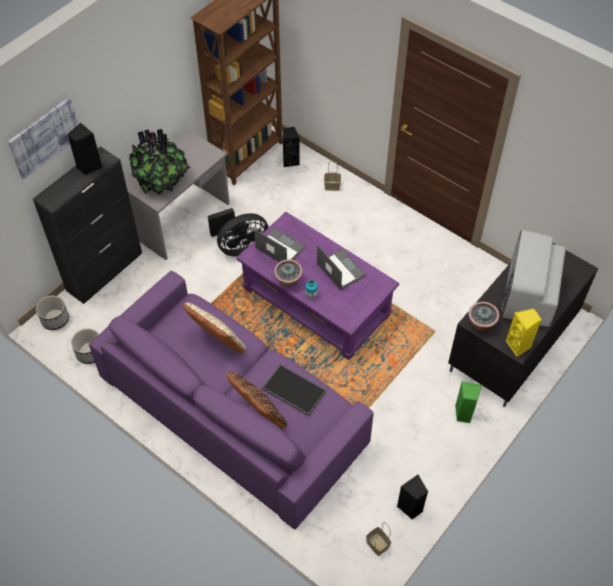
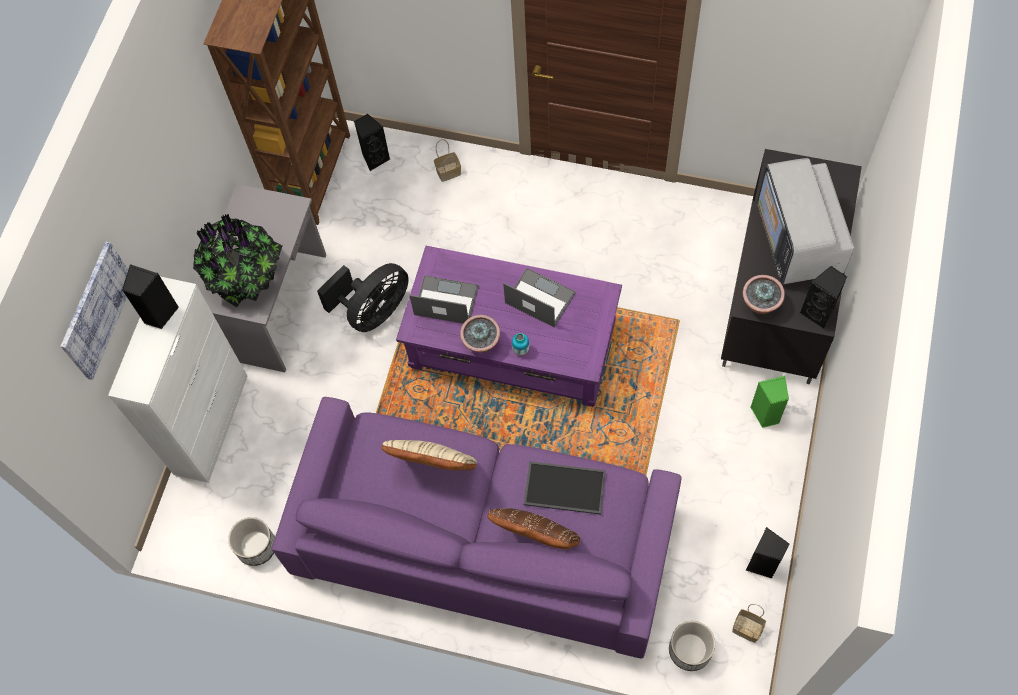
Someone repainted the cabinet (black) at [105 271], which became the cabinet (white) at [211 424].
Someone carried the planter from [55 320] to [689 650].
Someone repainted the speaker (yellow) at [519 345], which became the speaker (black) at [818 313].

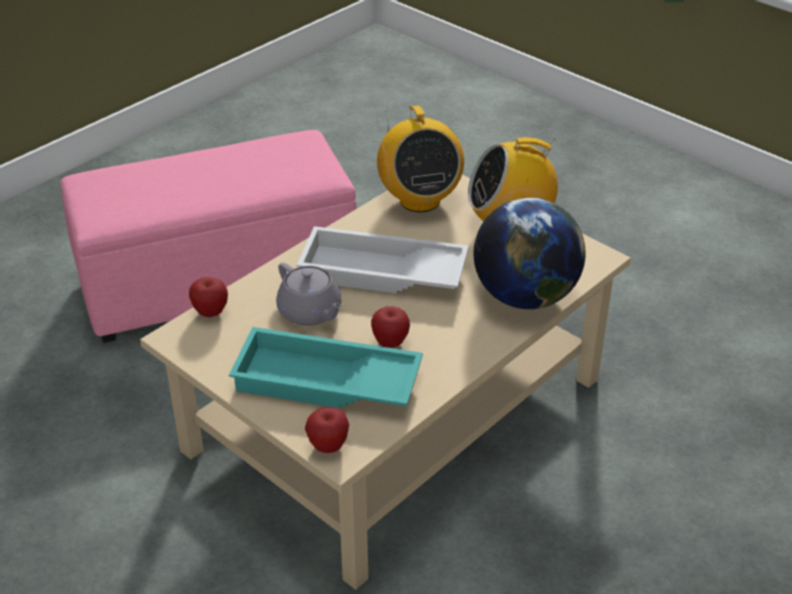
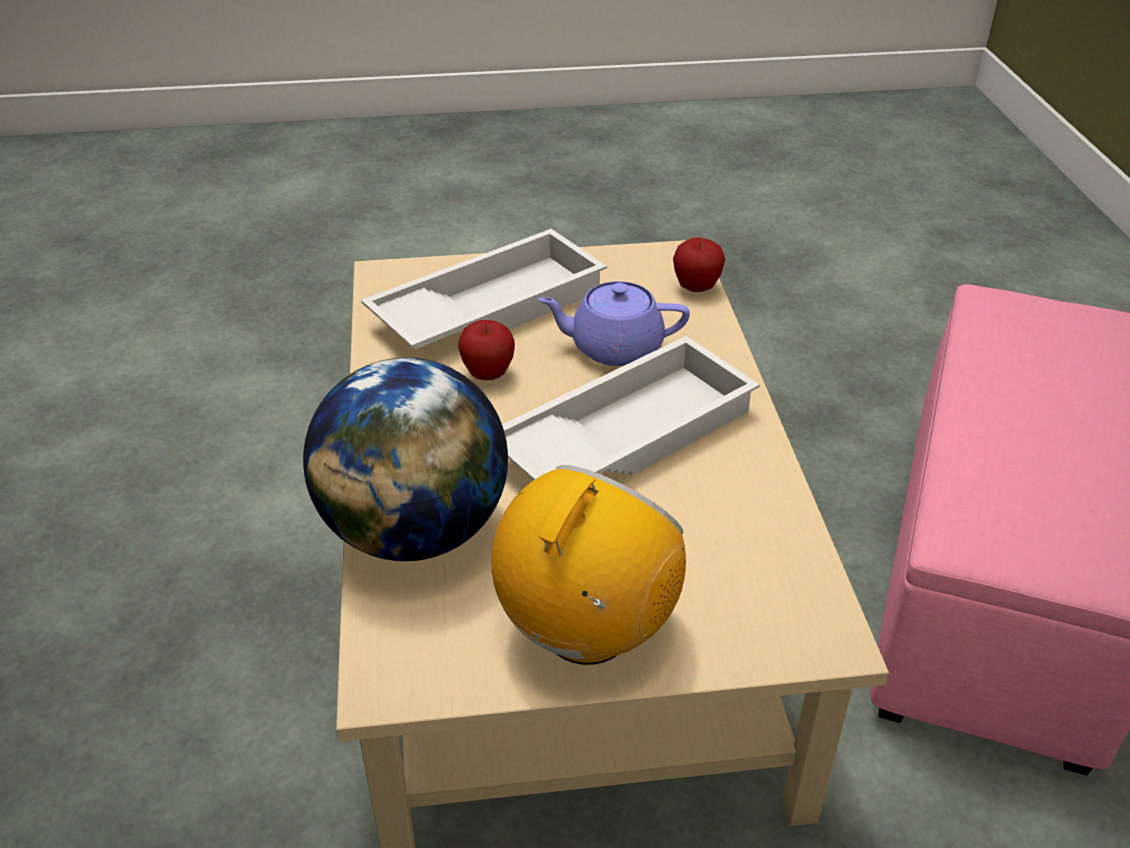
Someone took away the radio at [419 200].
Someone repainted the teapot (grey) at [310 312], which became the teapot (purple) at [614 347].
Someone repainted the tray (turquoise) at [325 383], which became the tray (white) at [488 307].
Someone took away the apple at [328 446].

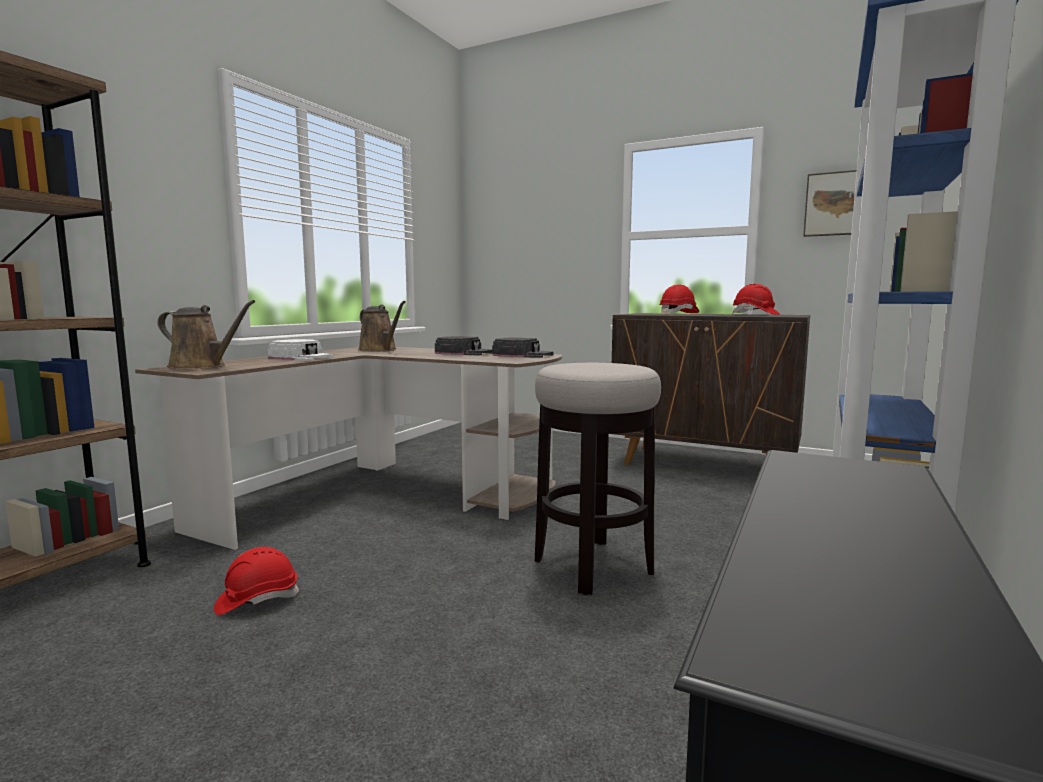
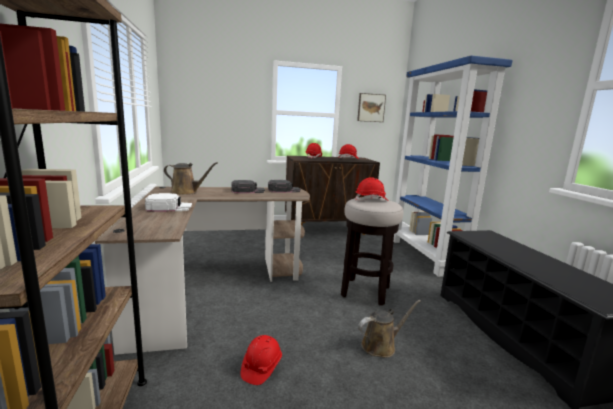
Someone carried the watering can (brown) from [202 366] to [381 345].
Someone put down the hard hat (red) at [371 200].

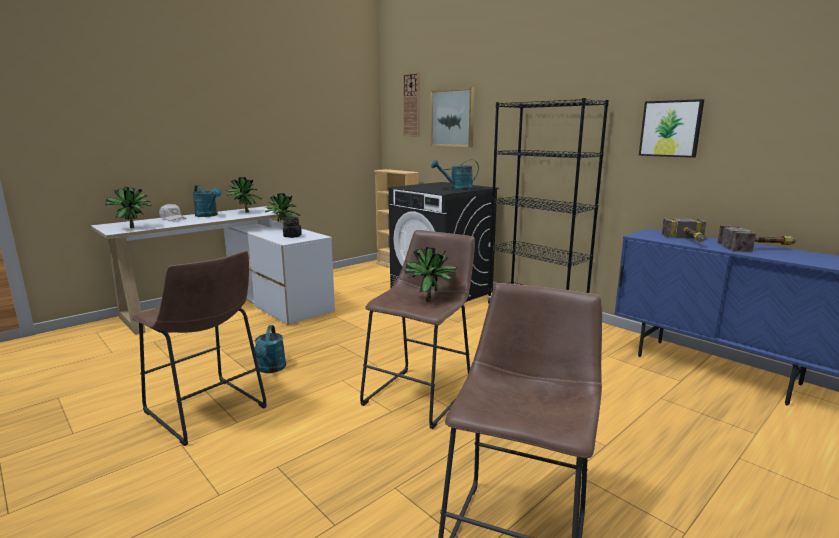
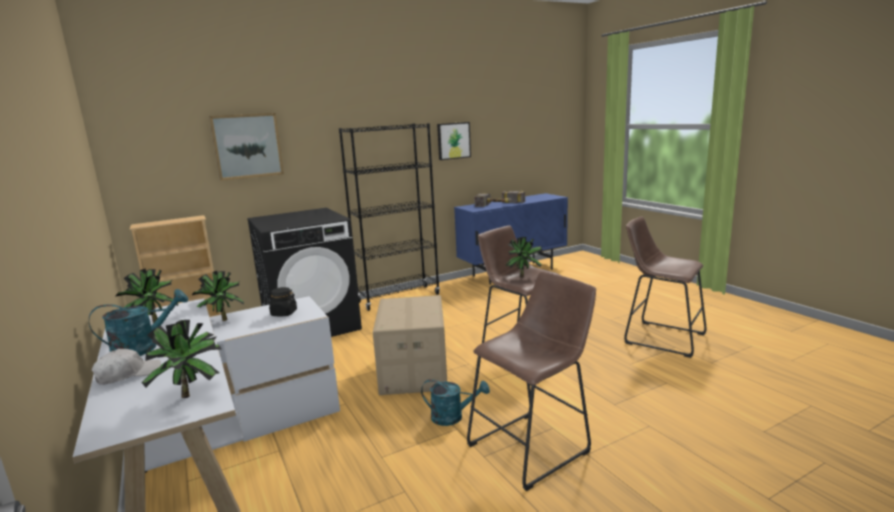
Someone took away the wall clock at [411 105].
Someone took away the watering can (turquoise) at [457 189].
Someone put down the cardboard box at [413 371].

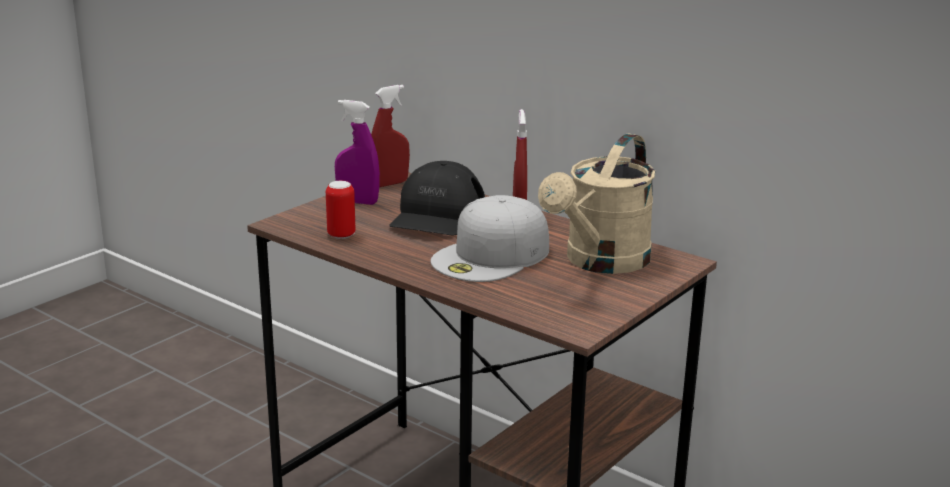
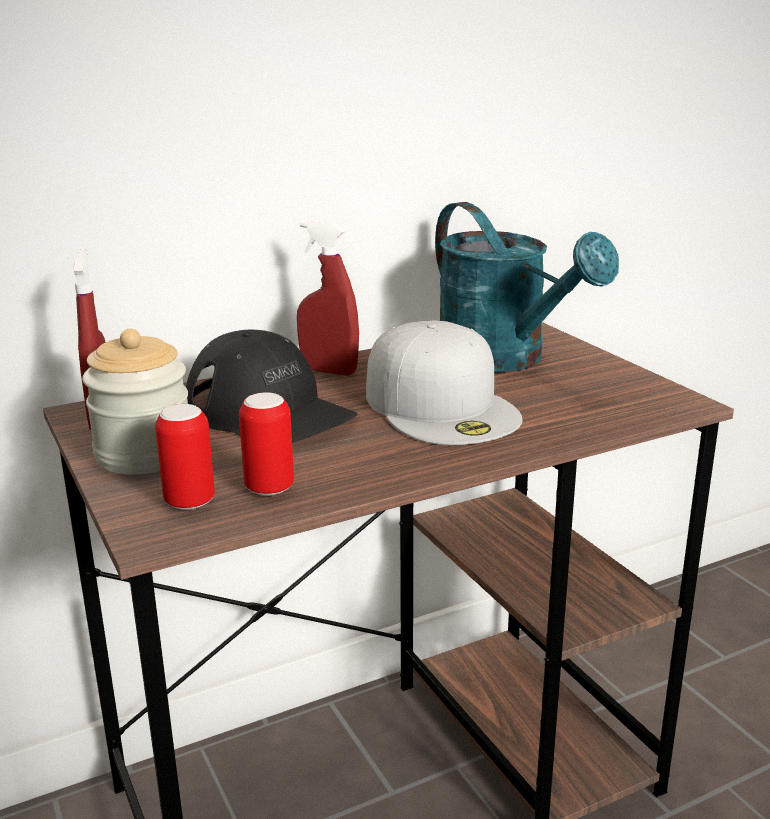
Someone swapped the spray bottle (purple) at [357 202] for the jar at [144 454].
Someone repainted the watering can (beige) at [600 262], which became the watering can (turquoise) at [505 360].
Someone put down the can at [189 502].

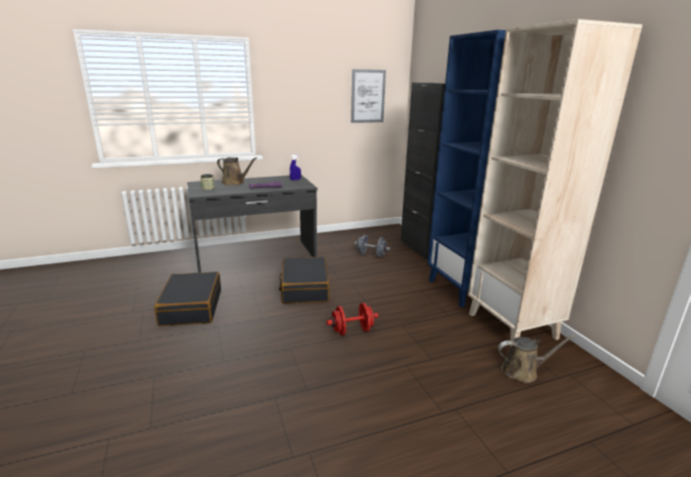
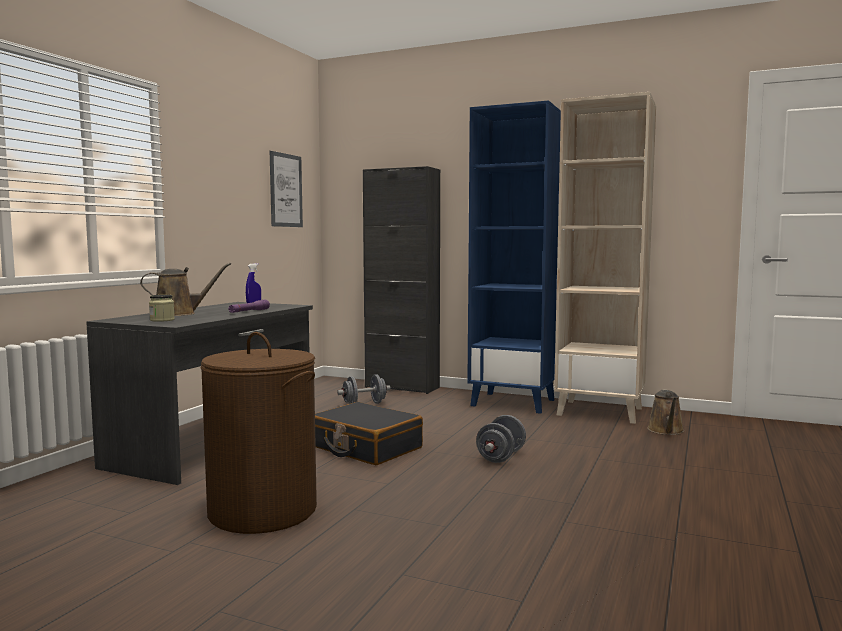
Someone swapped the suitcase (black) at [191 307] for the laundry basket (brown) at [263 511].
Someone repainted the dumbbell (red) at [352 331], which became the dumbbell (grey) at [501 457].
Someone rotated the watering can (brown) at [522 371] by 150 degrees clockwise.

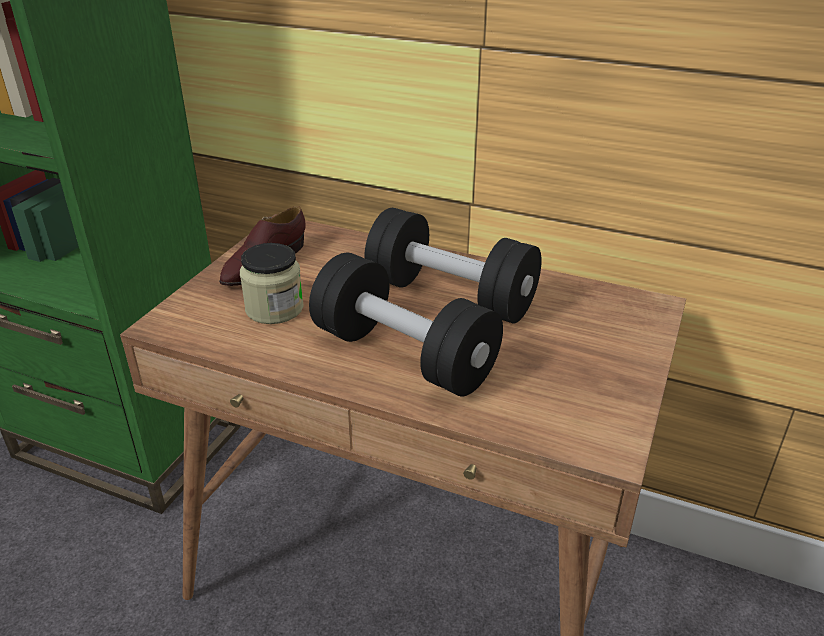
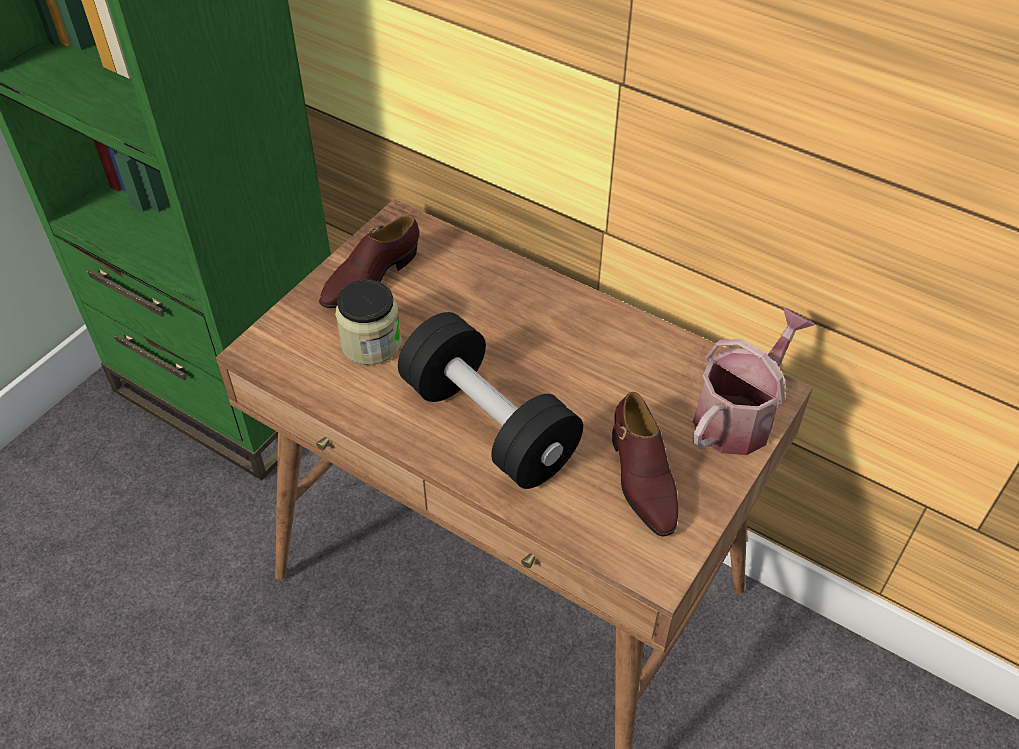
Someone took away the dumbbell (black) at [450 296].
Someone put down the watering can at [739 416].
Someone put down the shoe (brown) at [641 479].

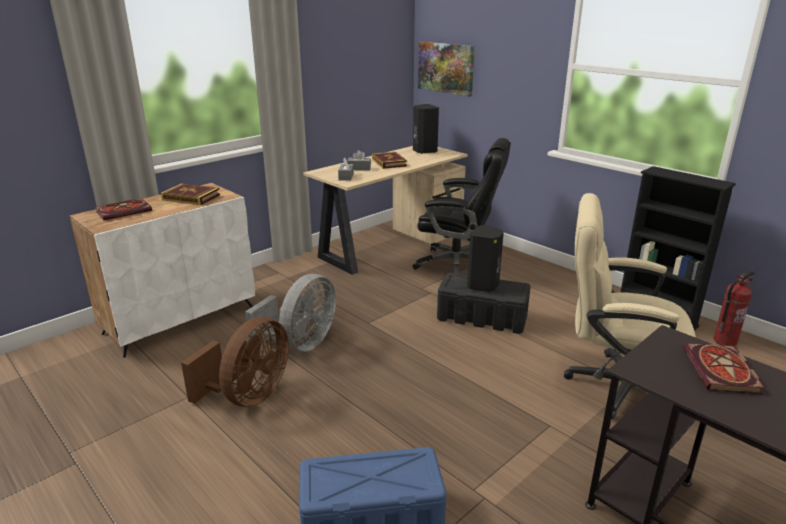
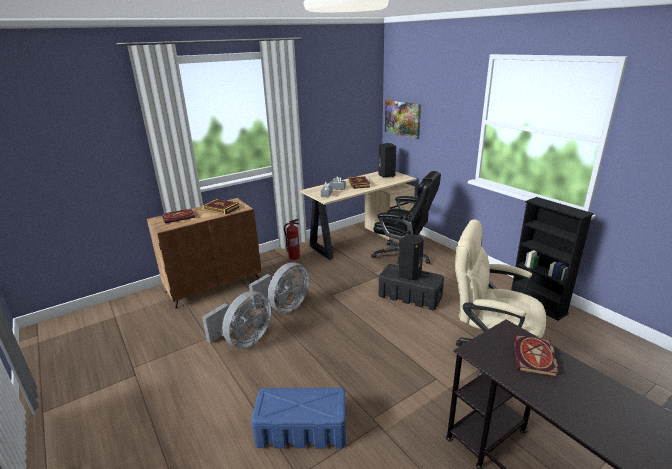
Someone repainted the cabinet (white) at [181 319], which became the cabinet (brown) at [214 285].
Someone carried the fire extinguisher from [724 341] to [294 257].
Someone repainted the fan (brown) at [248 396], which became the fan (grey) at [244 340].

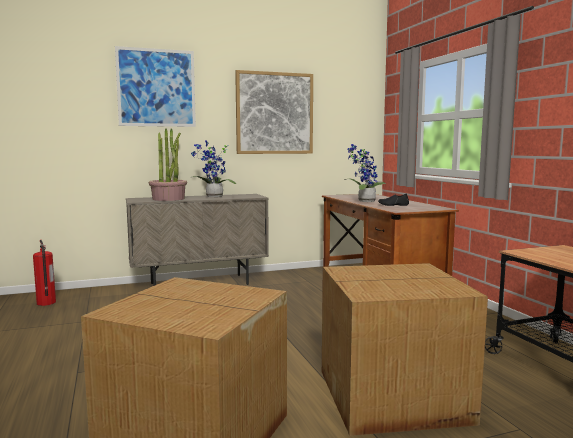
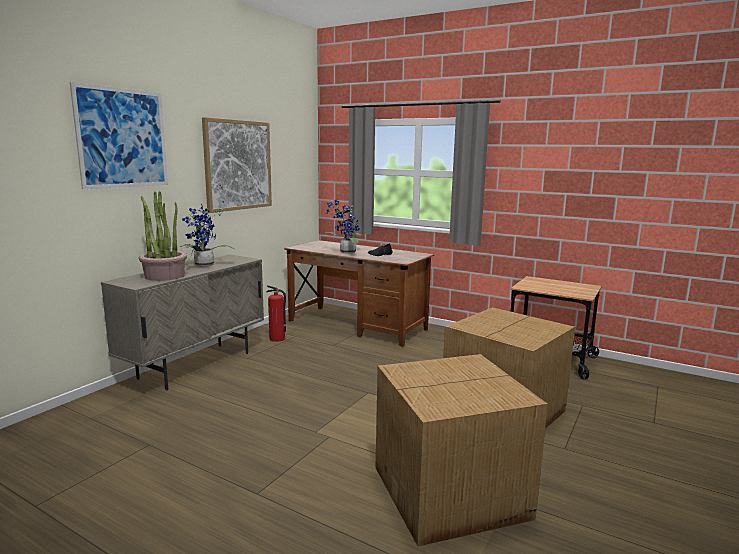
Someone carried the fire extinguisher from [46 303] to [277 339].

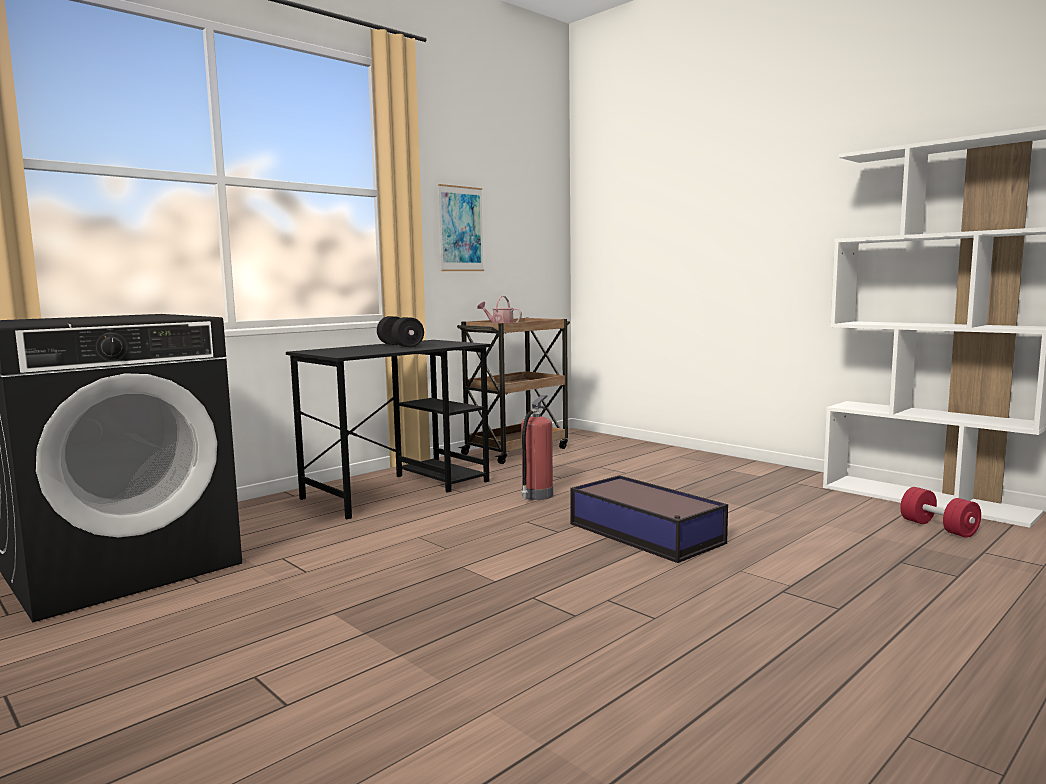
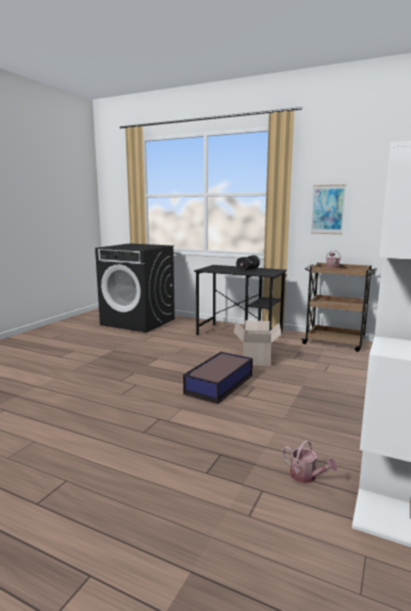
Someone swapped the fire extinguisher at [536 495] for the cardboard box at [256 357].
Someone swapped the dumbbell (red) at [938 528] for the watering can at [306 476].

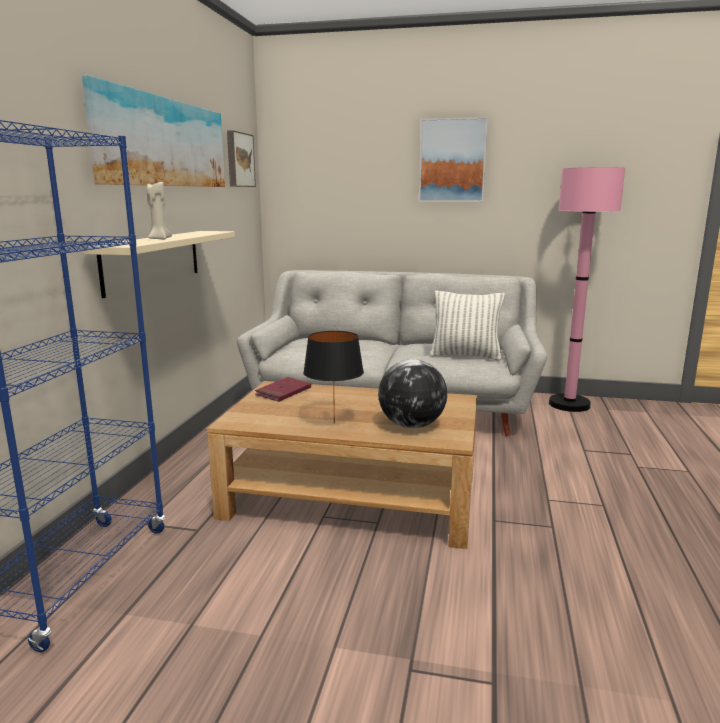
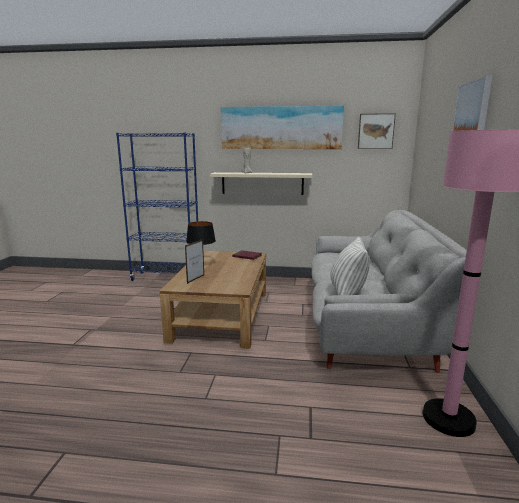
Someone swapped the globe at [411 425] for the picture frame at [196 279].

